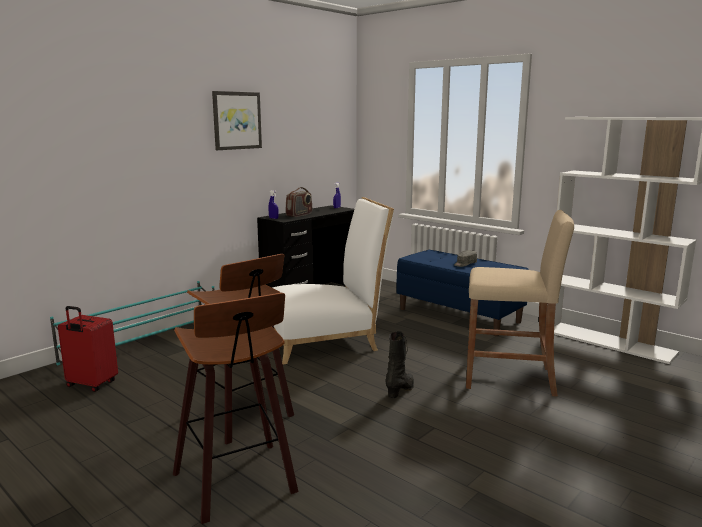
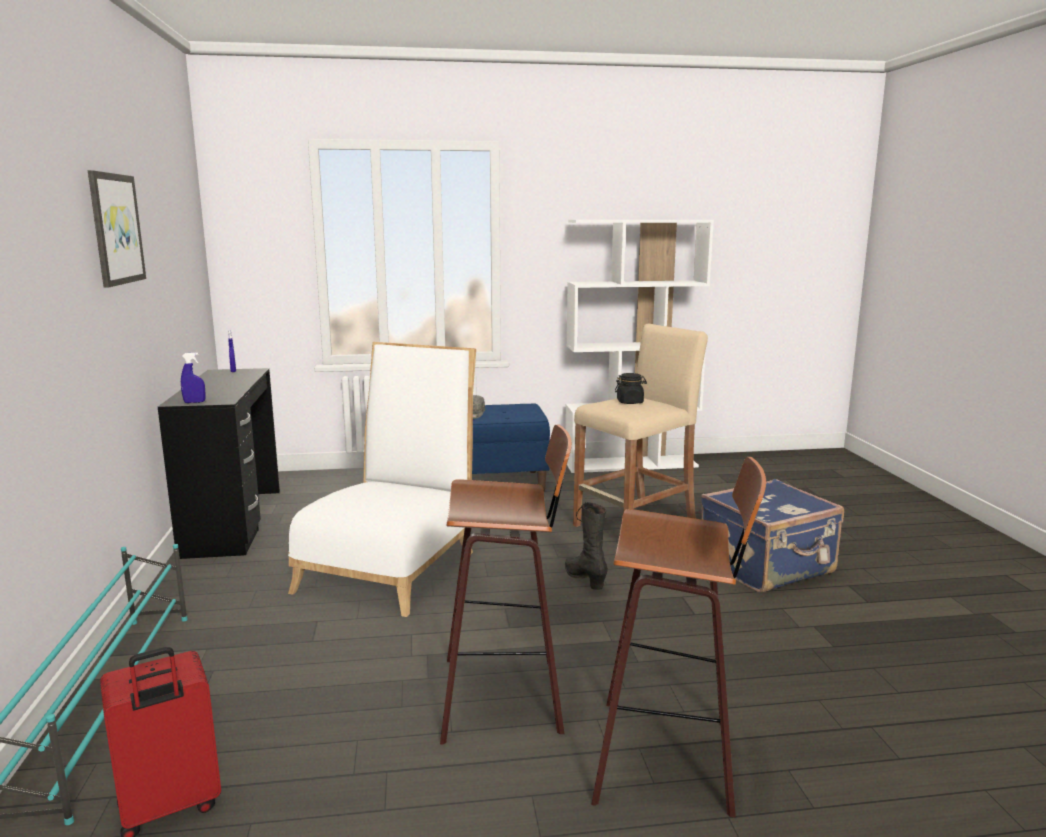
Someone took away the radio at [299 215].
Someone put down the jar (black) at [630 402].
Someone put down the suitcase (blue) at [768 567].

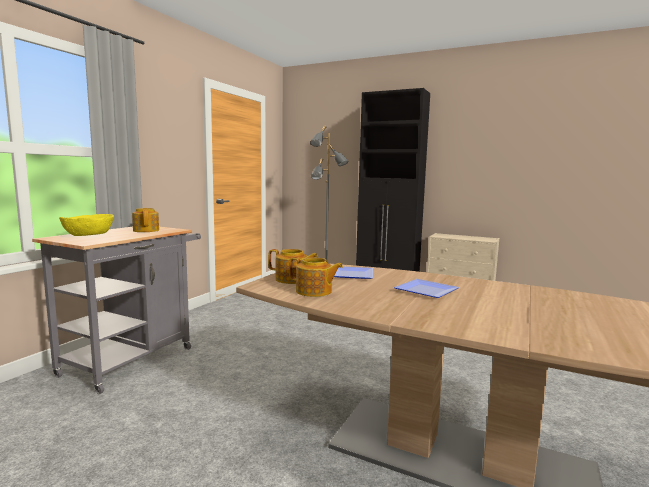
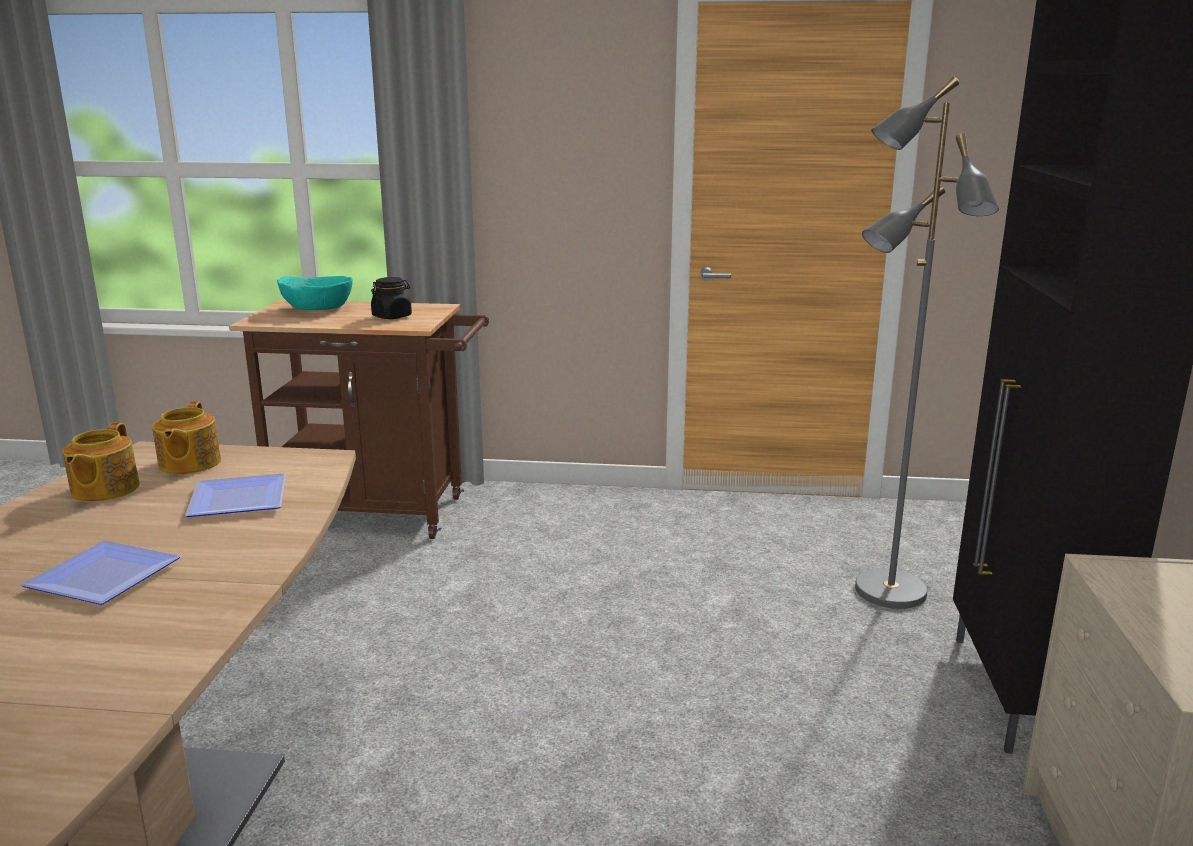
Someone swapped the teapot at [146 230] for the jar (black) at [392 316].
Someone repainted the bowl (yellow) at [88 235], which became the bowl (turquoise) at [317 309].
Someone repainted the cart (grey) at [134 358], which became the cart (brown) at [381 513].

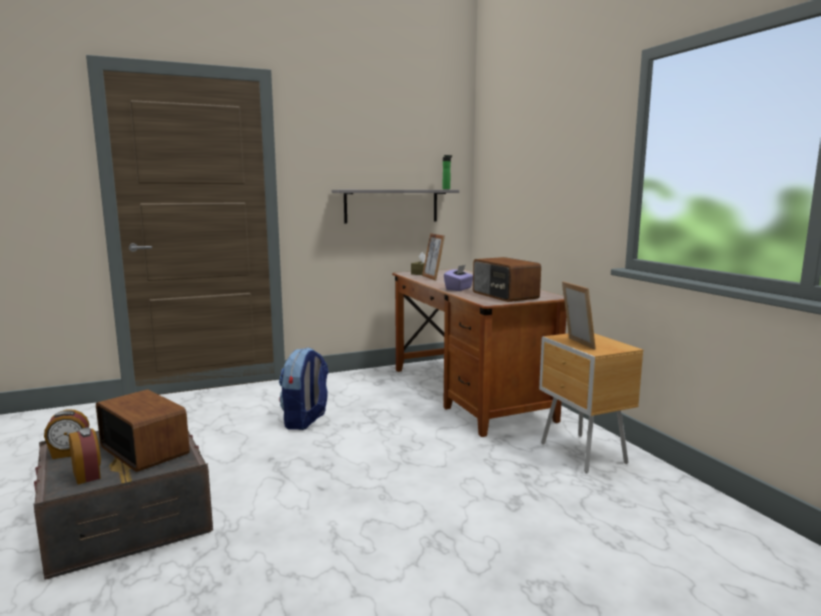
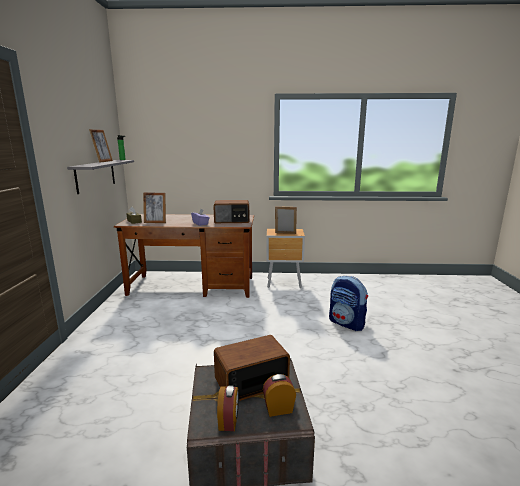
Someone carried the backpack from [306 421] to [347 323].
Someone put down the picture frame at [103 161].

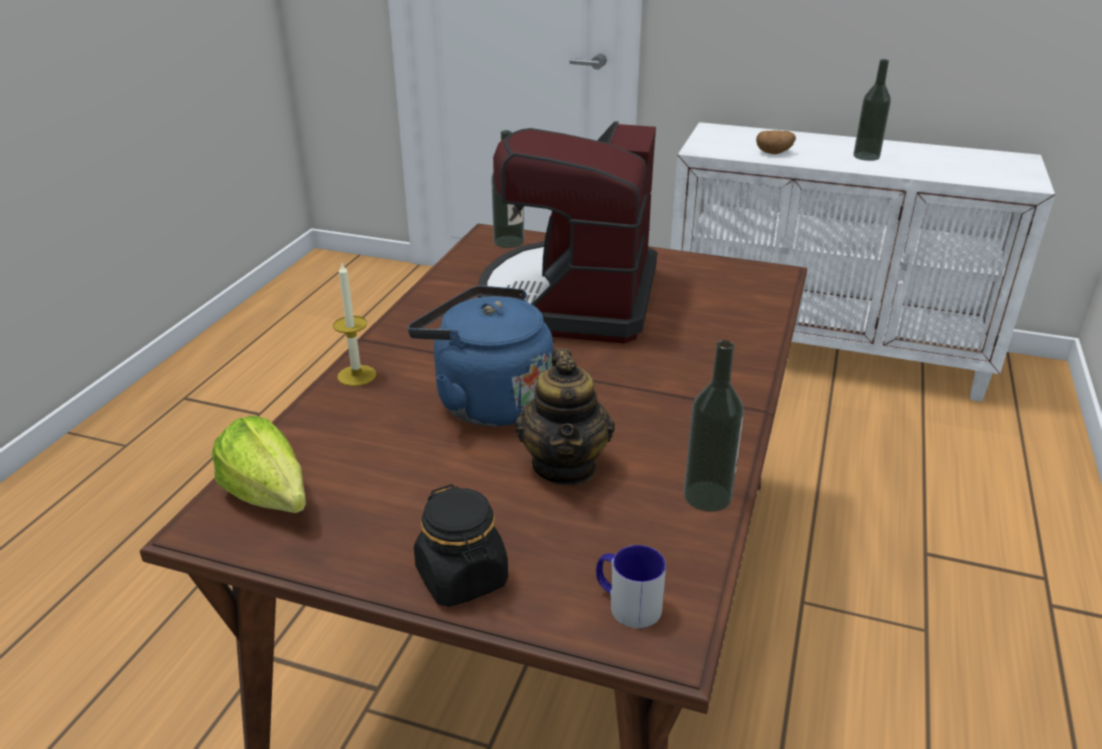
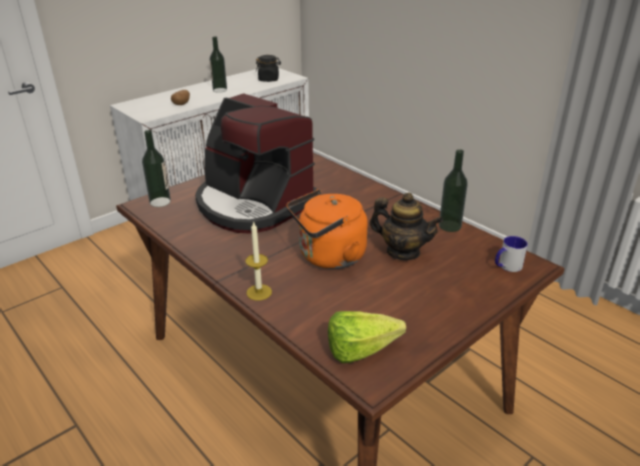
Someone repainted the kettle (blue) at [487 401], which became the kettle (orange) at [328 257].
Someone carried the jar (black) from [462 578] to [269 79].

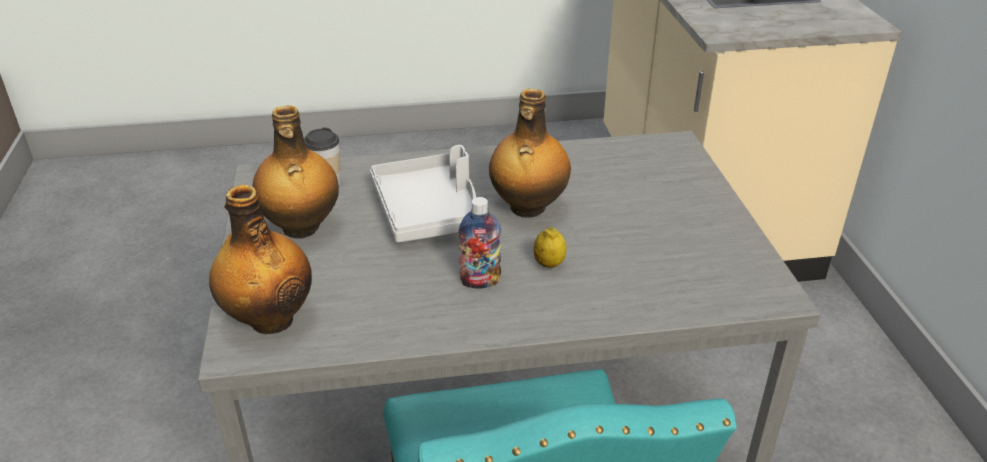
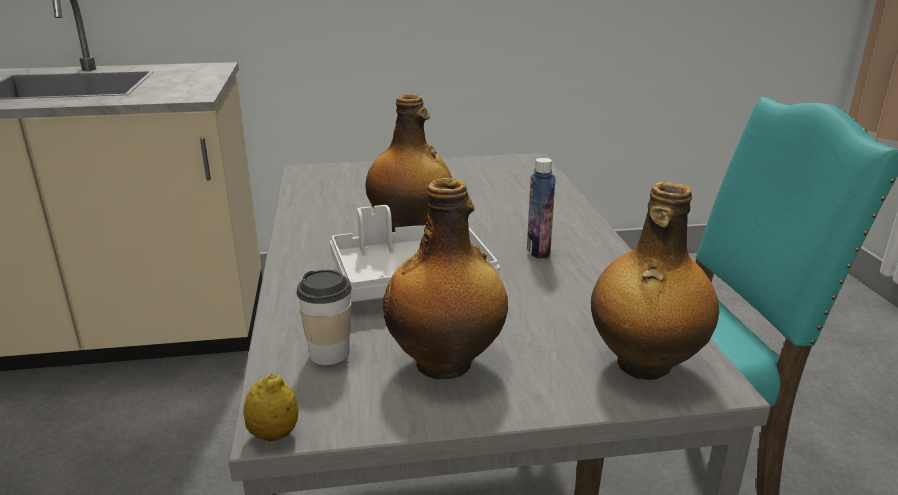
Someone carried the lemon from [549 264] to [274 434].

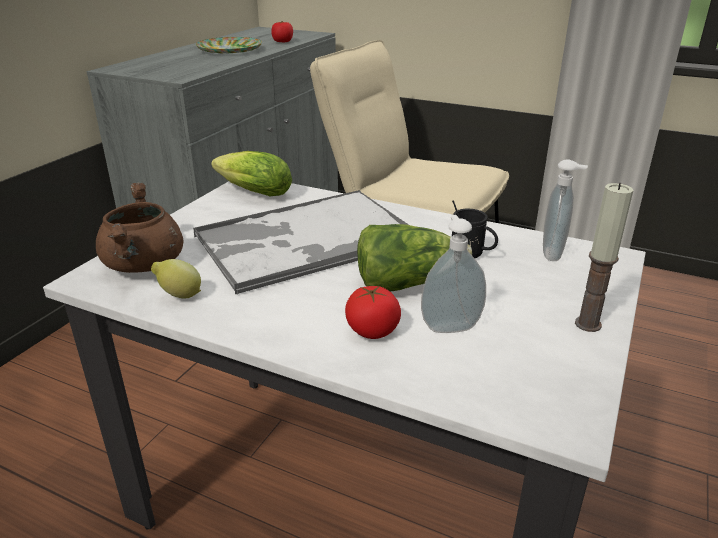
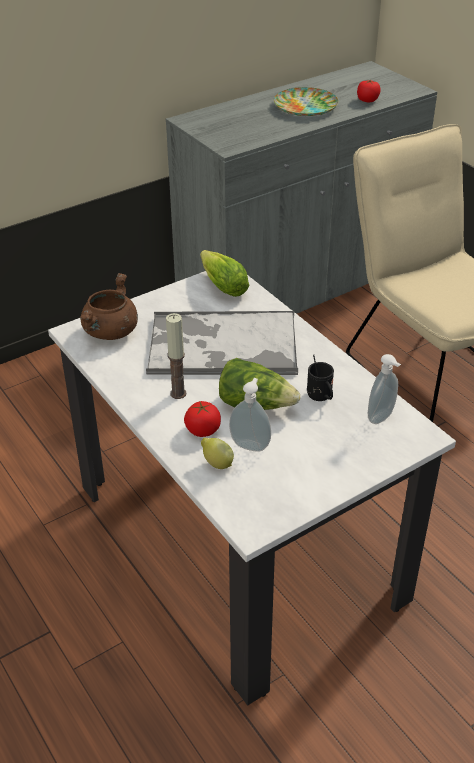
Someone carried the candle from [587 324] to [178 393].
Someone carried the lemon from [179 296] to [217 463].

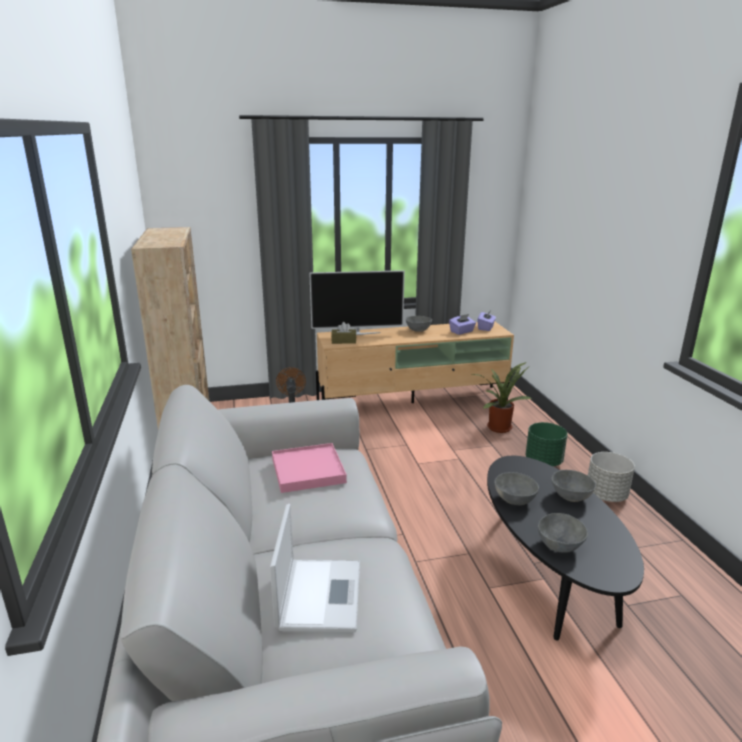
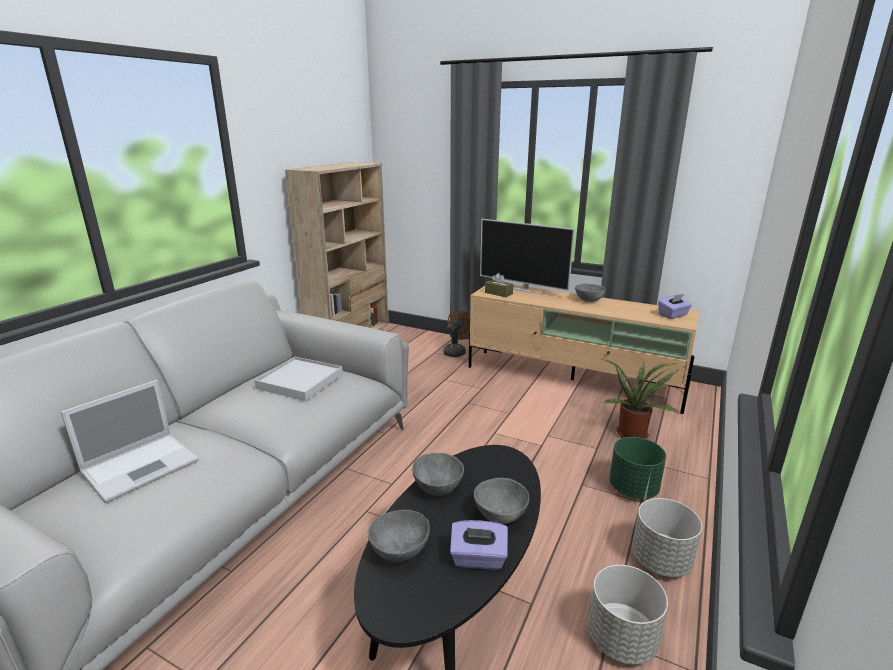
Someone carried the tissue box (purple) from [462 332] to [478 559].
Someone repainted the tray (pink) at [308 470], which became the tray (white) at [300 381].
Someone put down the planter (grey) at [621 640].

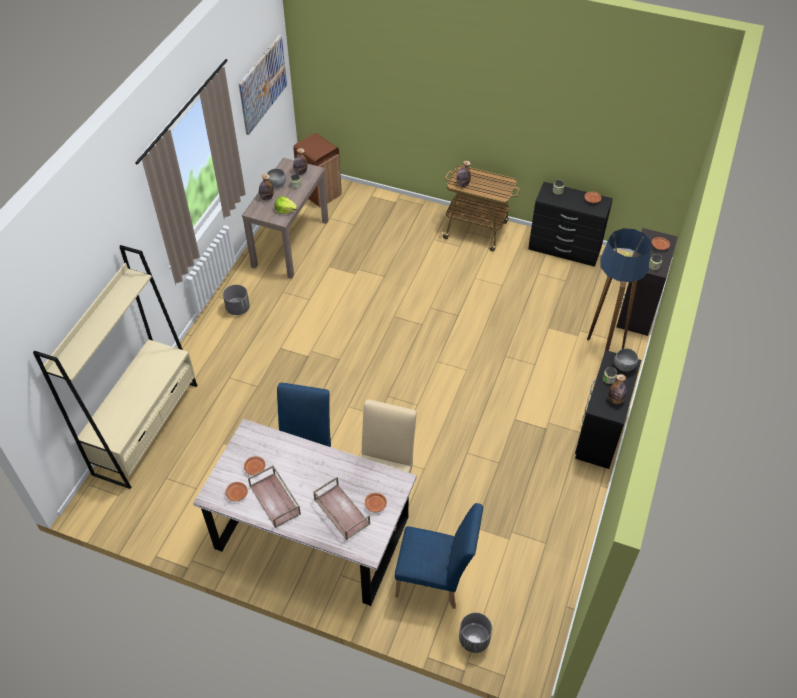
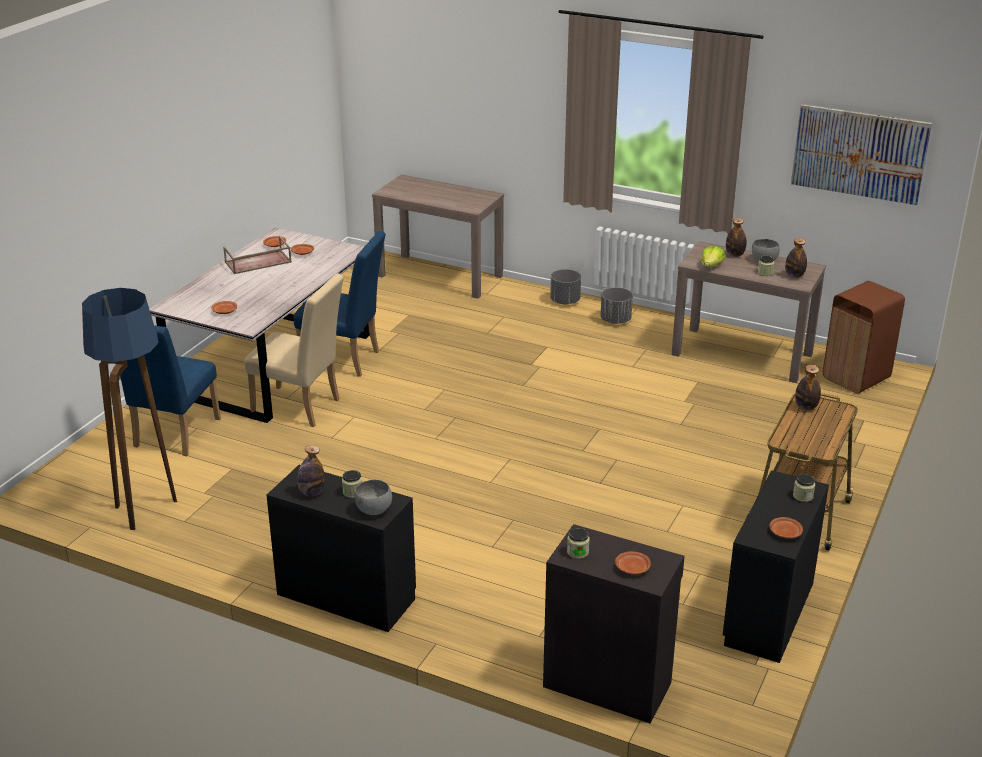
Someone carried the floor lamp from [601 350] to [148 510].
Someone swapped the bookcase (beige) at [147 428] for the console table (brown) at [440 276].
Someone took away the tray (brown) at [341 511].
Someone carried the planter (grey) from [474 639] to [565 301].

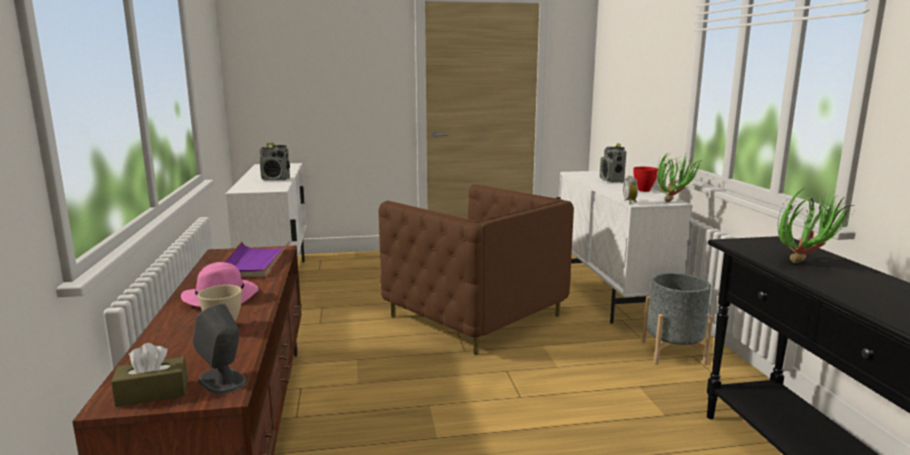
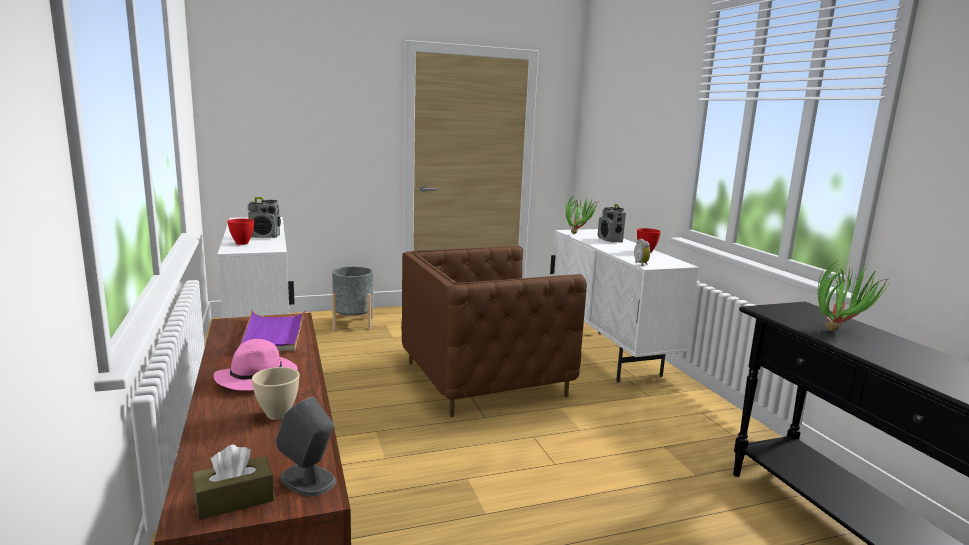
Someone carried the potted plant from [673 201] to [577 233].
Someone rotated the armchair (brown) at [475 316] by 120 degrees clockwise.
Someone carried the planter (grey) from [673 352] to [353 323].
Someone put down the bowl (red) at [242 243].

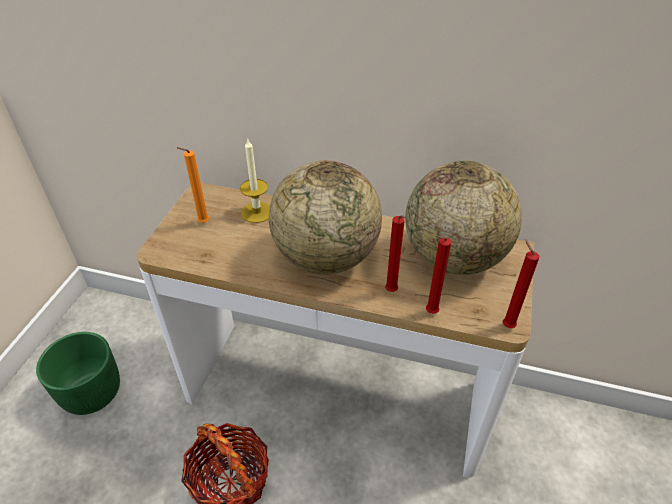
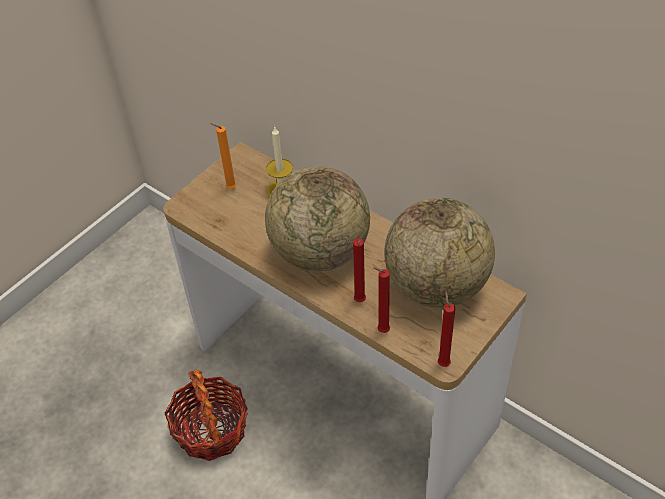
Someone took away the planter (green) at [92 392].

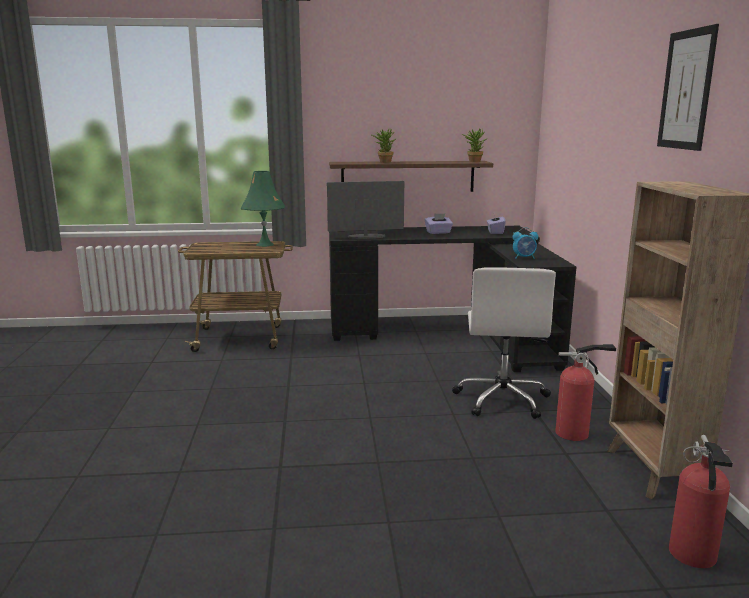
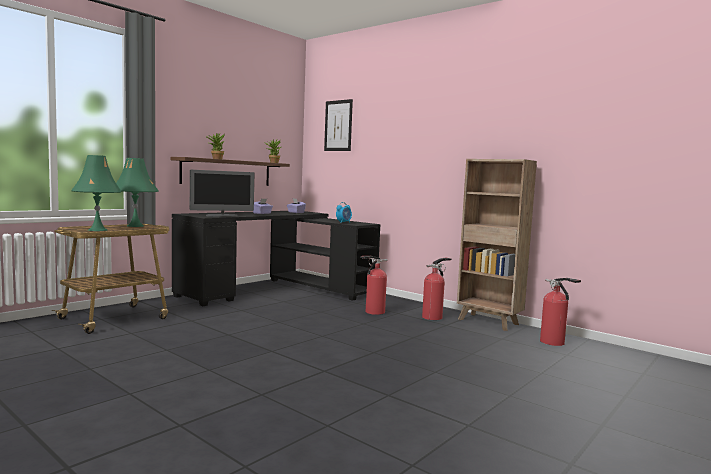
Someone carried the picture from [686 90] to [338 125].
Someone rotated the monitor at [366 237] by 150 degrees counterclockwise.
Someone swapped the office chair (white) at [502 399] for the fire extinguisher at [373 312].
Someone put down the table lamp (green) at [97 230].

